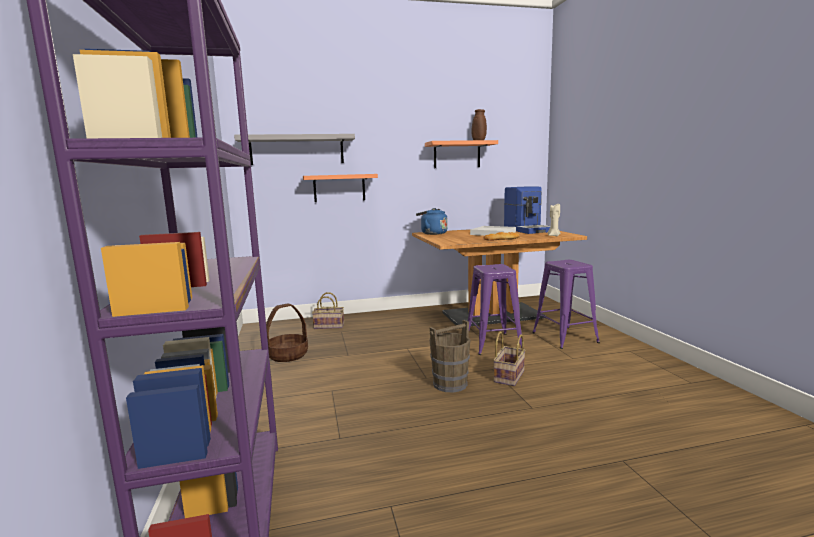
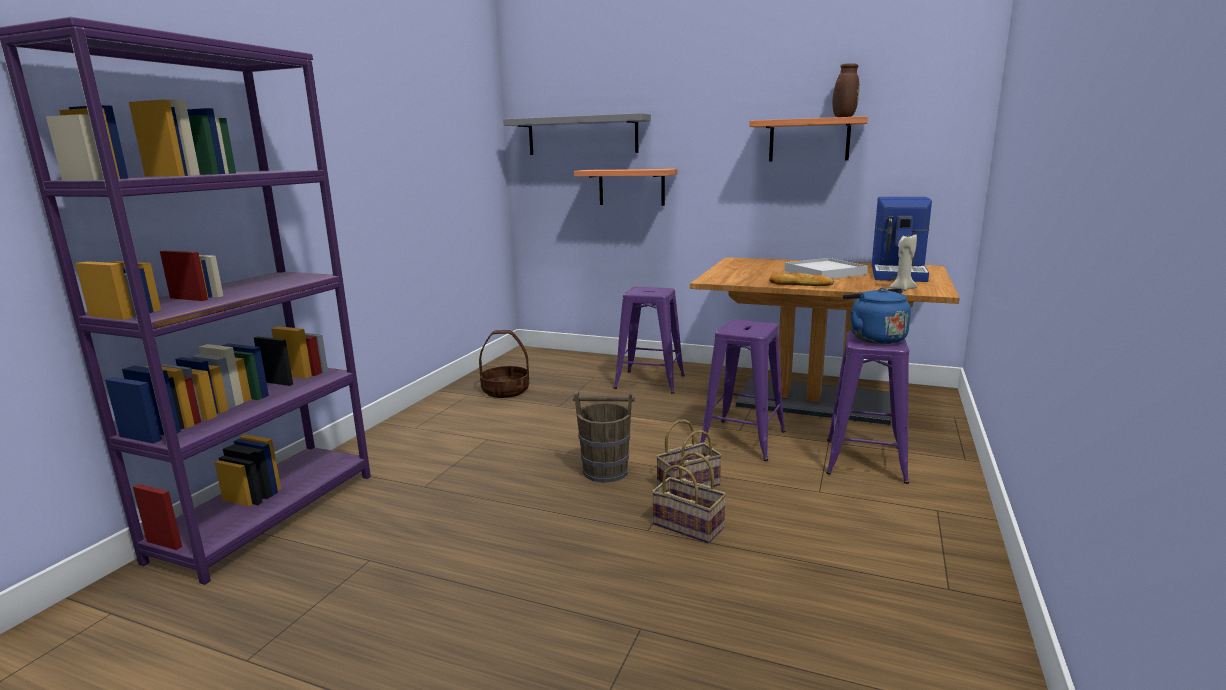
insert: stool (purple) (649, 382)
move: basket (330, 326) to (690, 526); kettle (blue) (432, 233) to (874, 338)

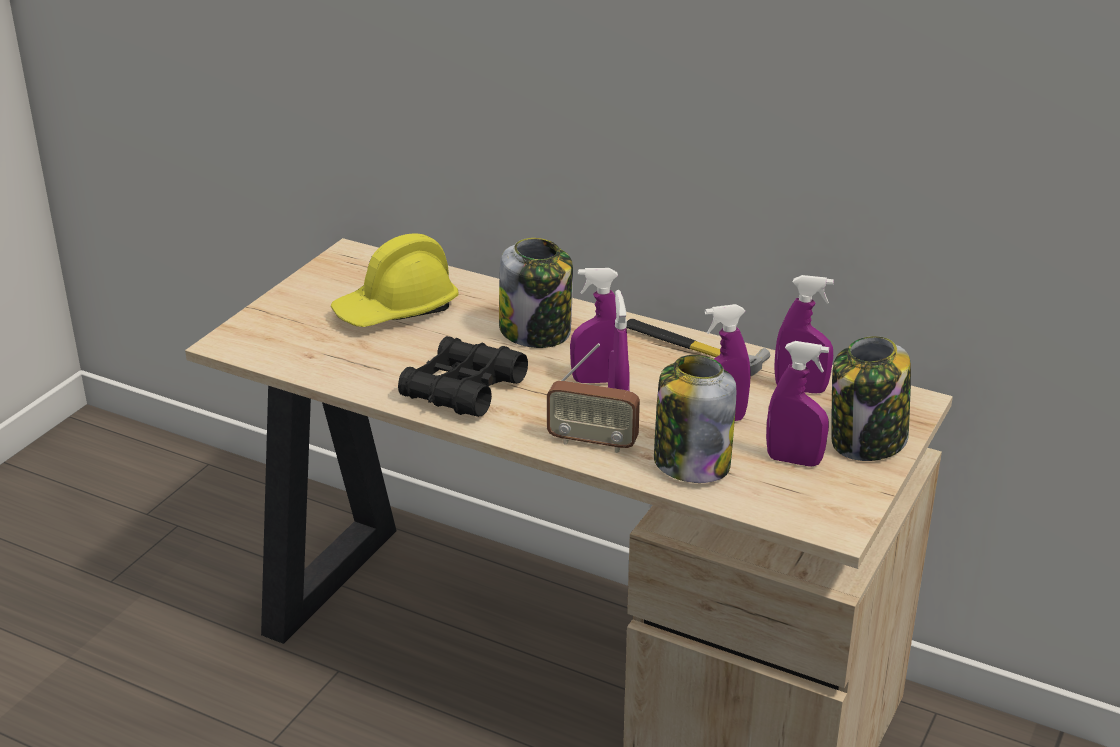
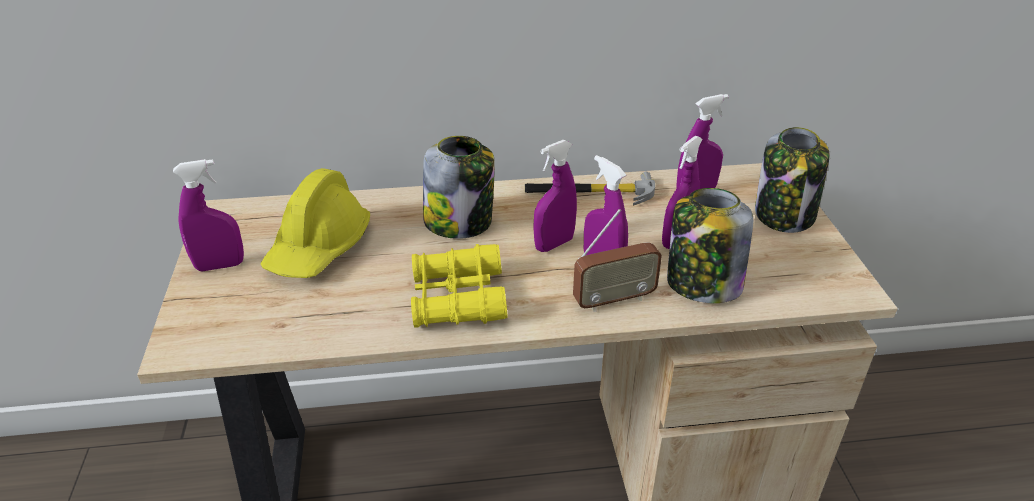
move: spray bottle (purple) (794, 460) to (220, 265)
recolor: binoculars (black) (463, 389) to binoculars (yellow) (458, 298)

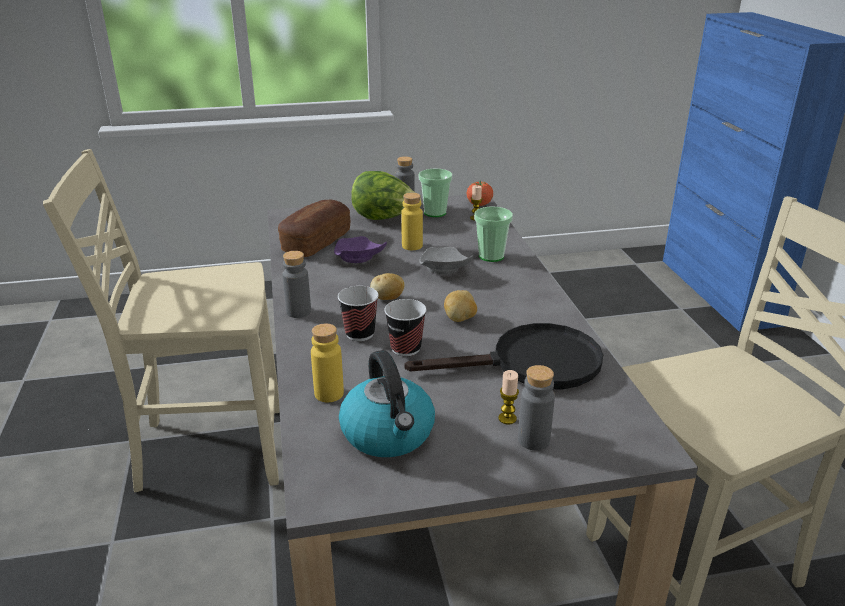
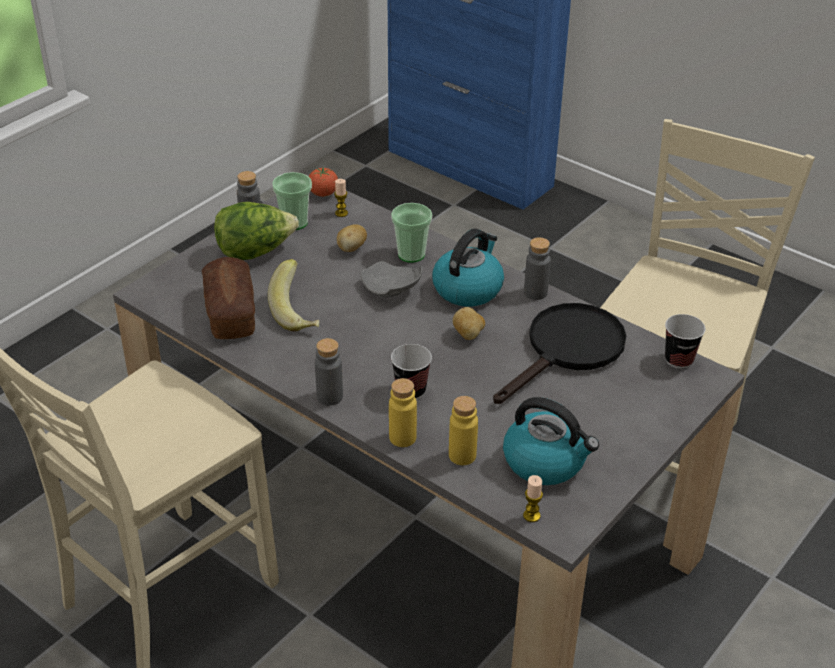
insert: kettle (468, 288)
move: potato (387, 298) to (351, 249); bottle (yellow) (412, 246) to (402, 438); candle (507, 418) to (531, 515); bottle (grey) (533, 440) to (535, 292); cup (405, 348) to (679, 360)
replace: plate (purple) (357, 259) to banana (299, 313)

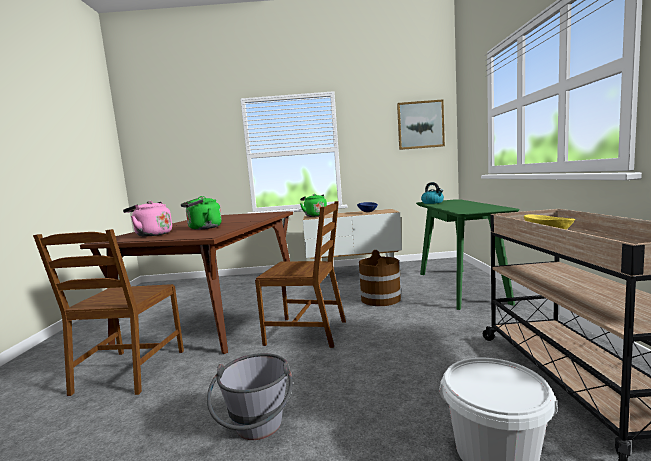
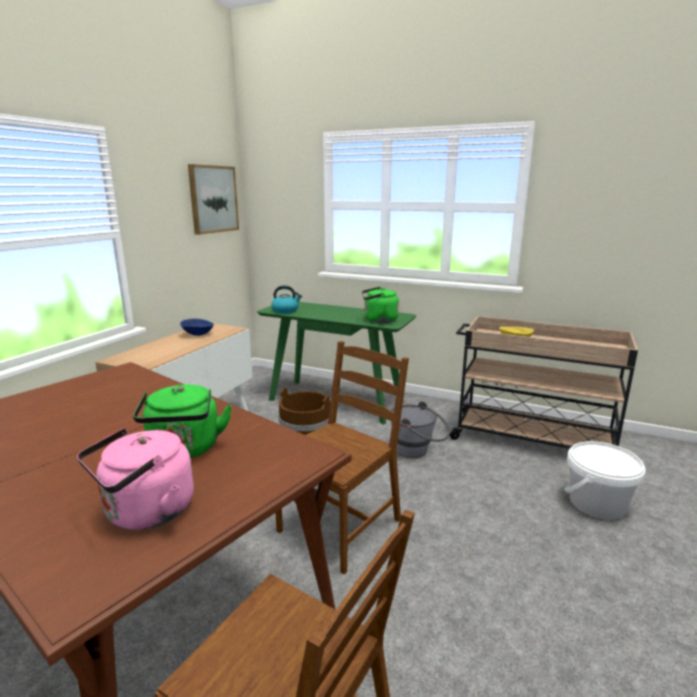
move: kettle (green) (315, 216) to (378, 320); bucket (grey) (257, 431) to (418, 451)

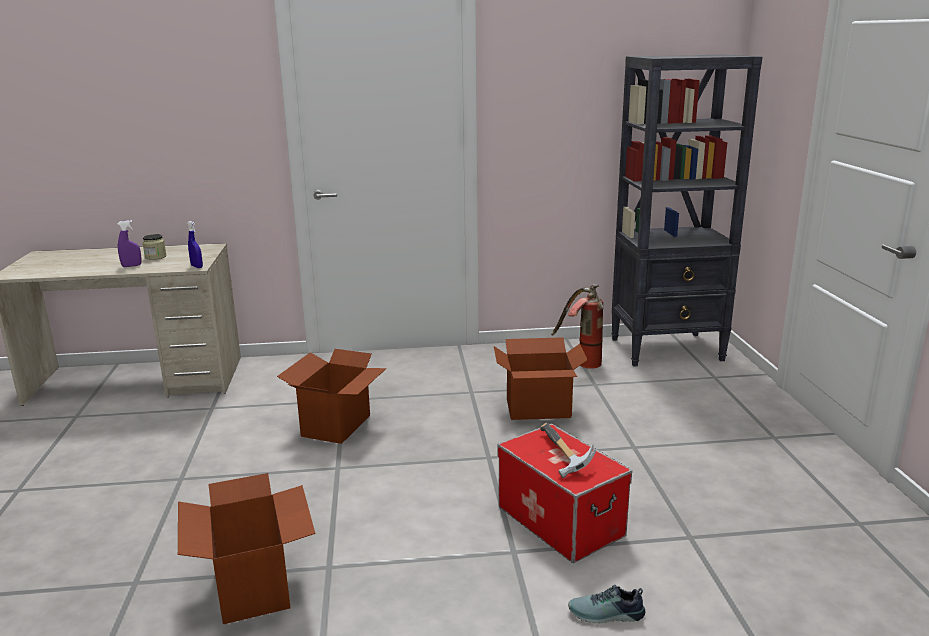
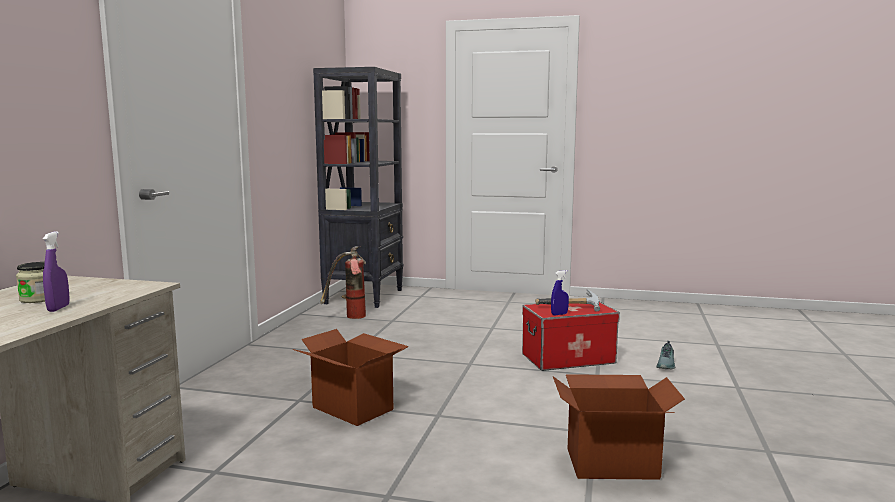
delete: cardboard box (538, 409)
move: spray bottle (blue) (197, 267) to (559, 314)

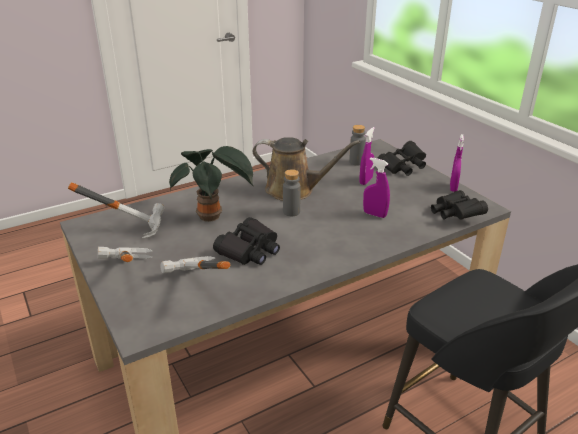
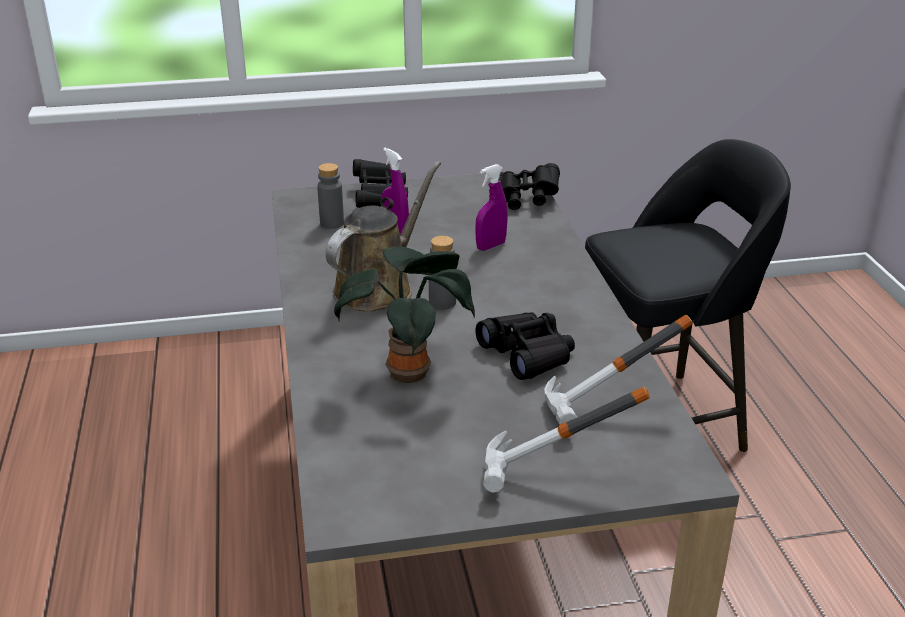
delete: hammer (127, 226); spray bottle (purple) (453, 187)

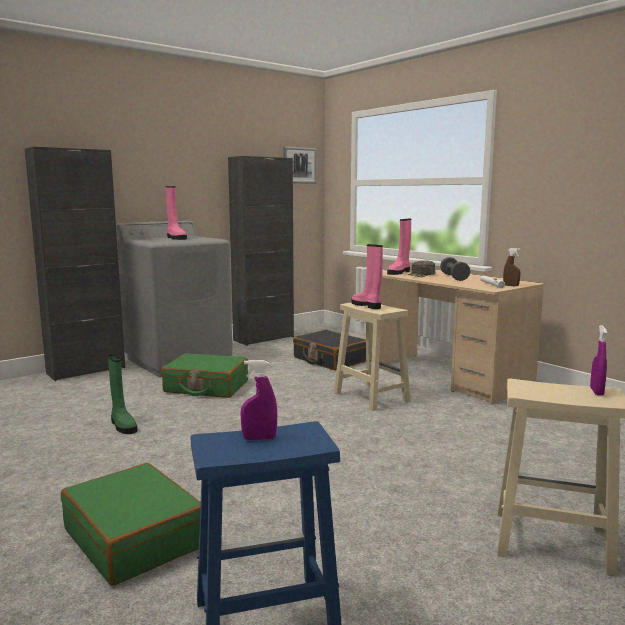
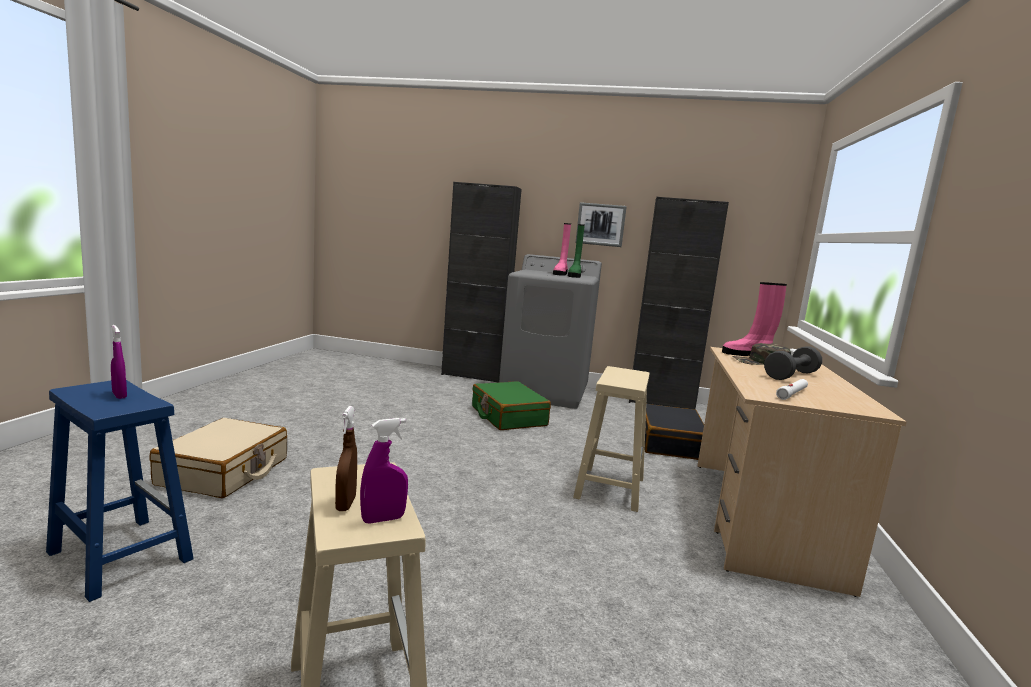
delete: boot (pink) (367, 305)
move: spray bottle (brown) (511, 285) to (346, 504); boot (green) (122, 426) to (575, 276); picture (299, 165) to (600, 224)
recolor: suitcase (green) (134, 538) to suitcase (beige) (224, 472)

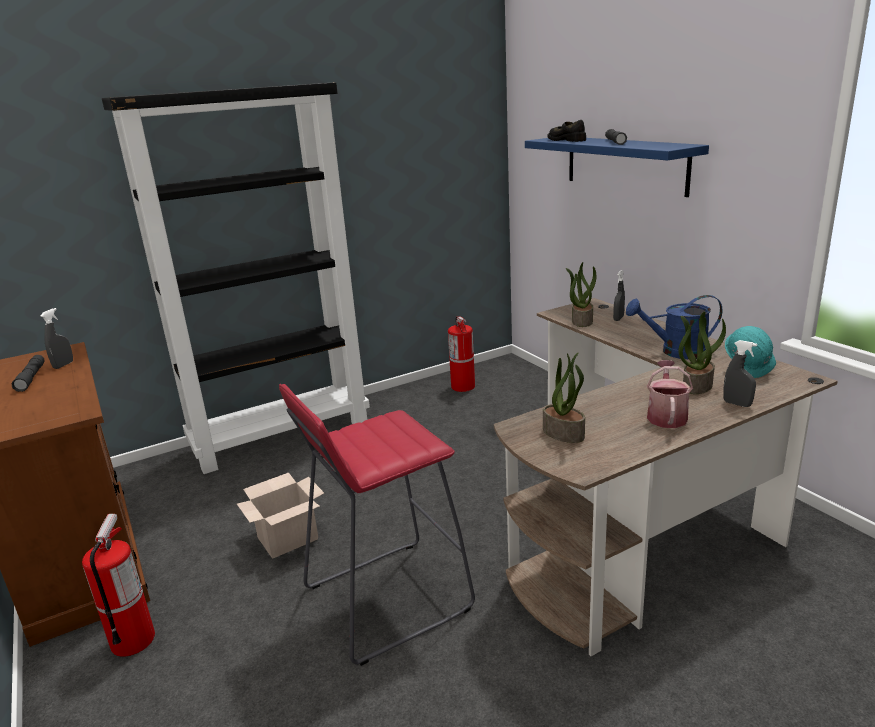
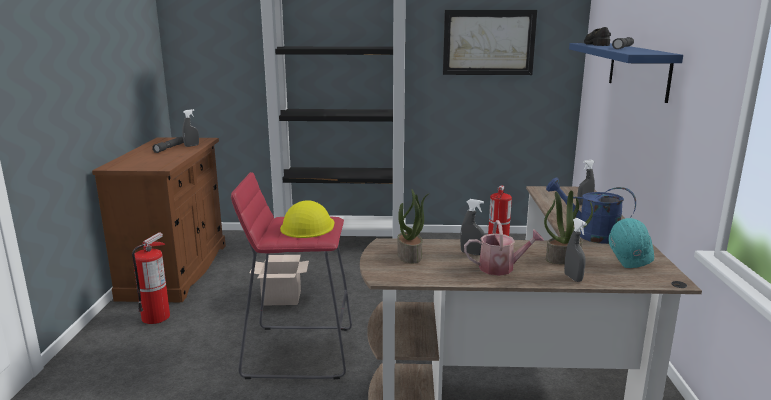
delete: potted plant (581, 321)
insert: hard hat (yellow) (307, 226); picture (488, 42); spray bottle (grey) (471, 253)
rotate: watering can (666, 415) = (501, 268) 45 degrees clockwise

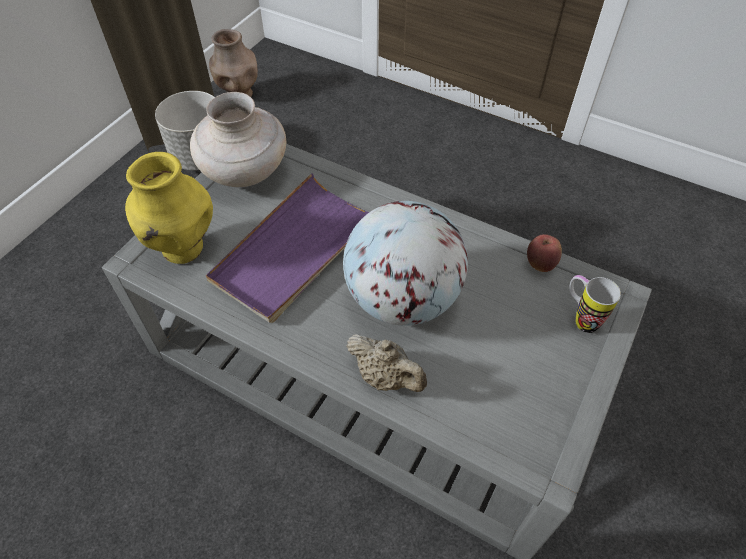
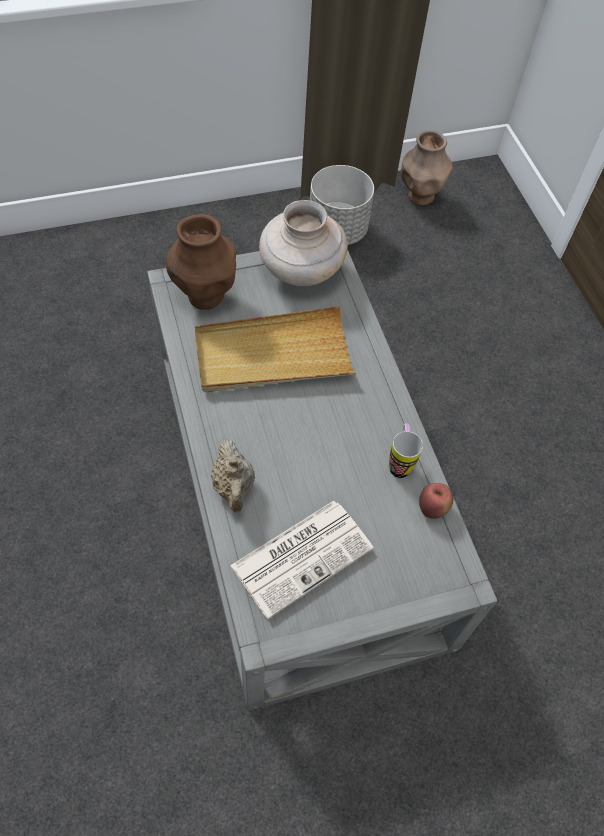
delete: globe (402, 299)
insert: newspaper (303, 555)
move: mug (580, 318) to (399, 462)
recolor: vase (yellow) (183, 249) to vase (brown) (205, 297); tray (purple) (295, 250) to tray (beige) (272, 355)

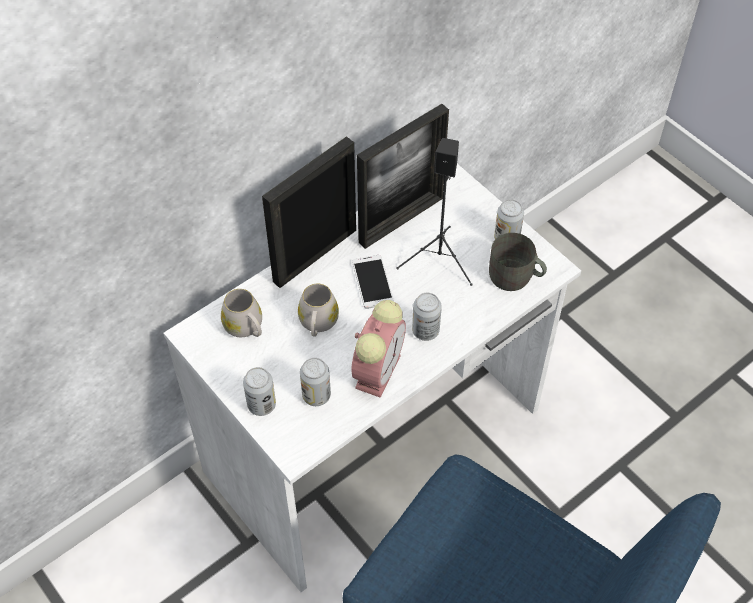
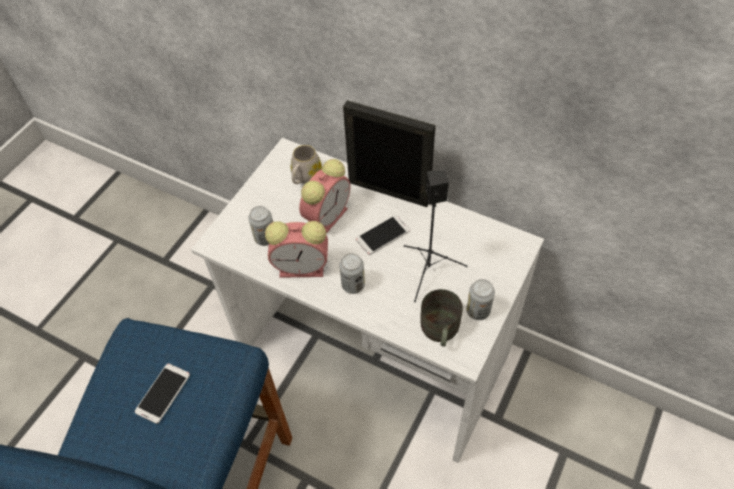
delete: can (261, 405); picture frame (401, 220)
insert: phone (163, 393)
replace: mug (white) (318, 324) to alarm clock (327, 216)

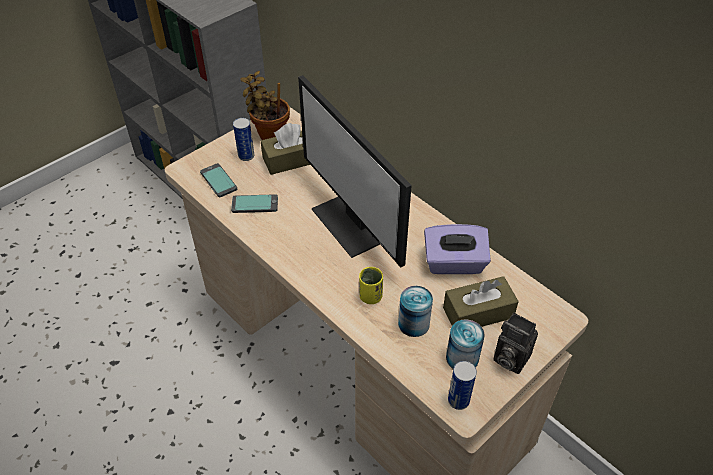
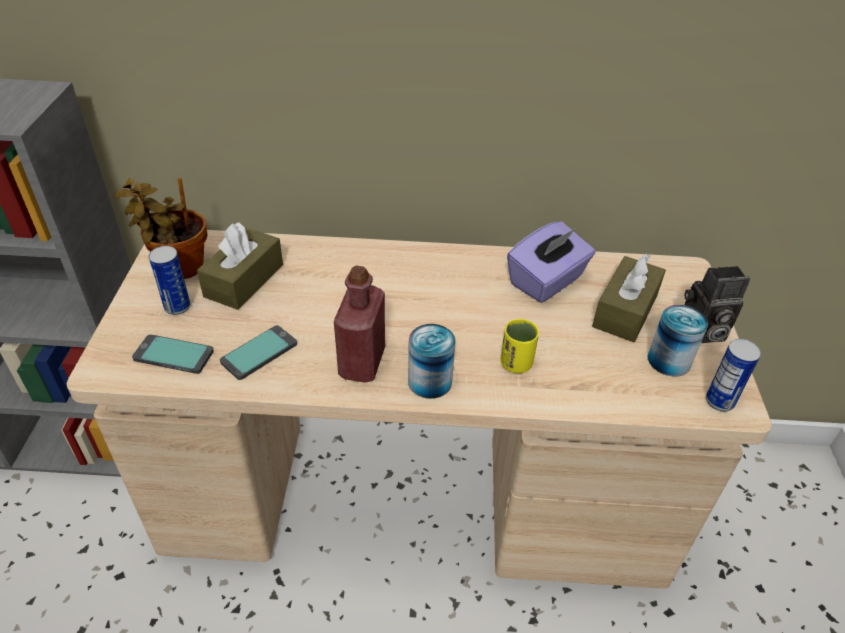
delete: monitor (353, 223)
insert: bottle (red) (362, 363)
move: can (413, 323) to (429, 381)

